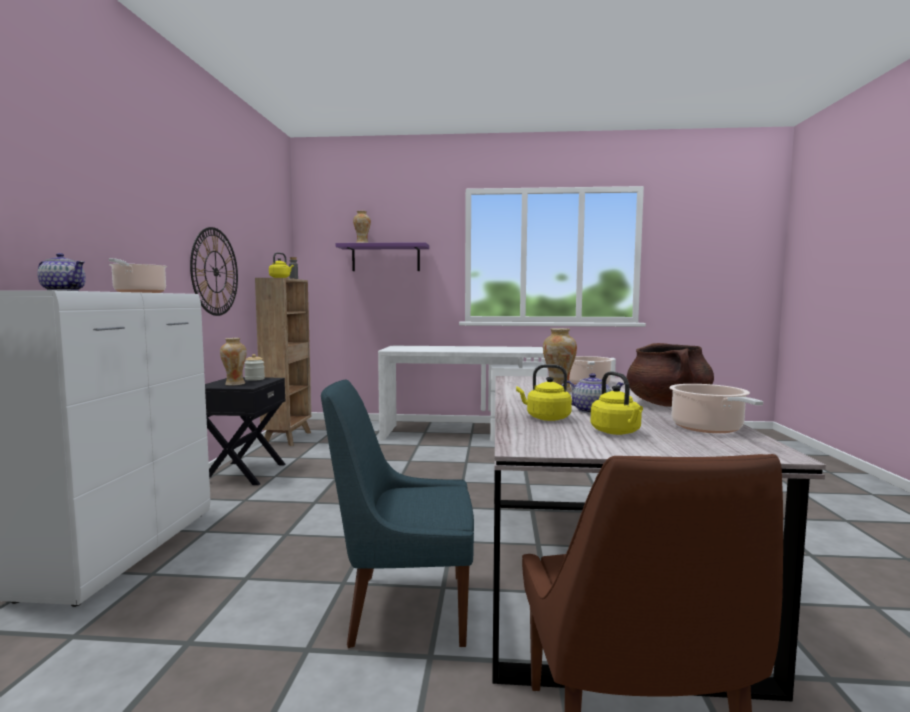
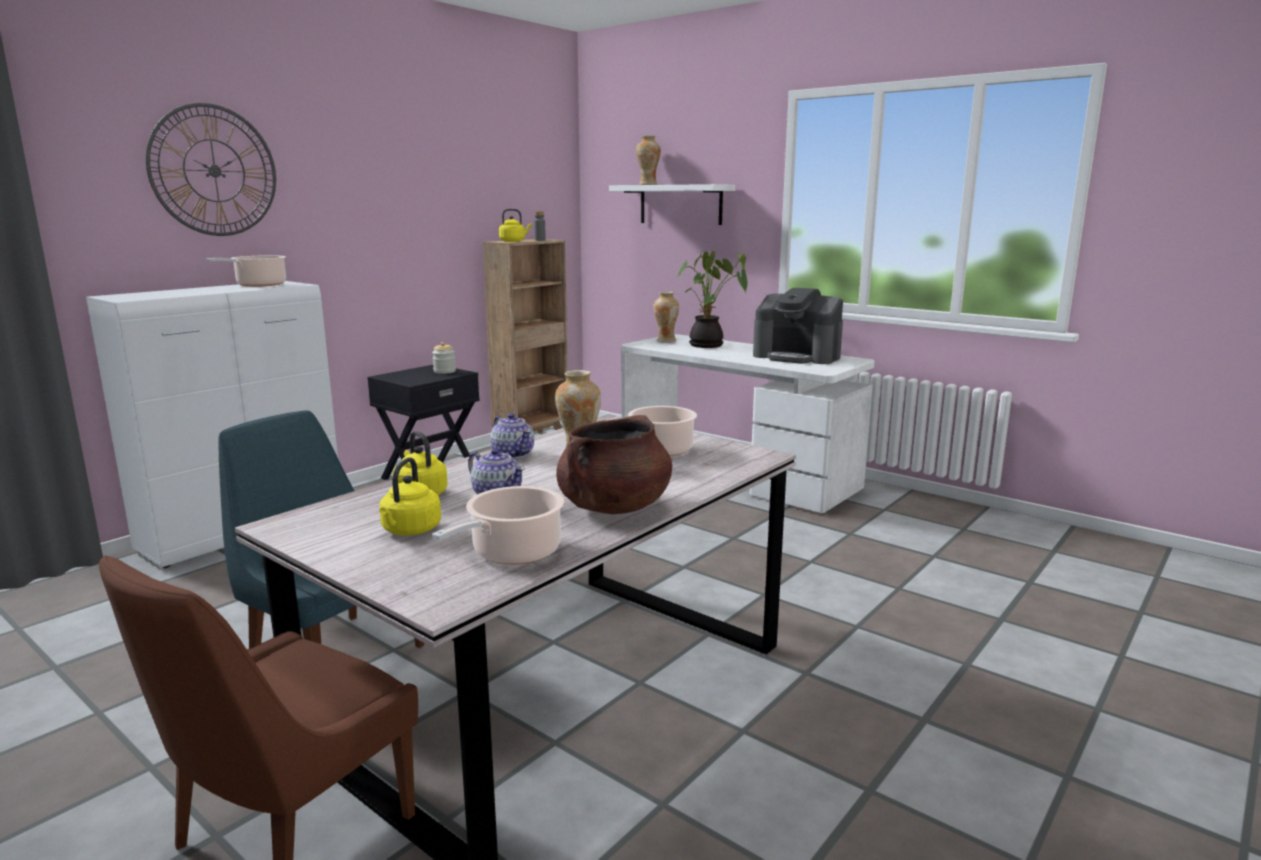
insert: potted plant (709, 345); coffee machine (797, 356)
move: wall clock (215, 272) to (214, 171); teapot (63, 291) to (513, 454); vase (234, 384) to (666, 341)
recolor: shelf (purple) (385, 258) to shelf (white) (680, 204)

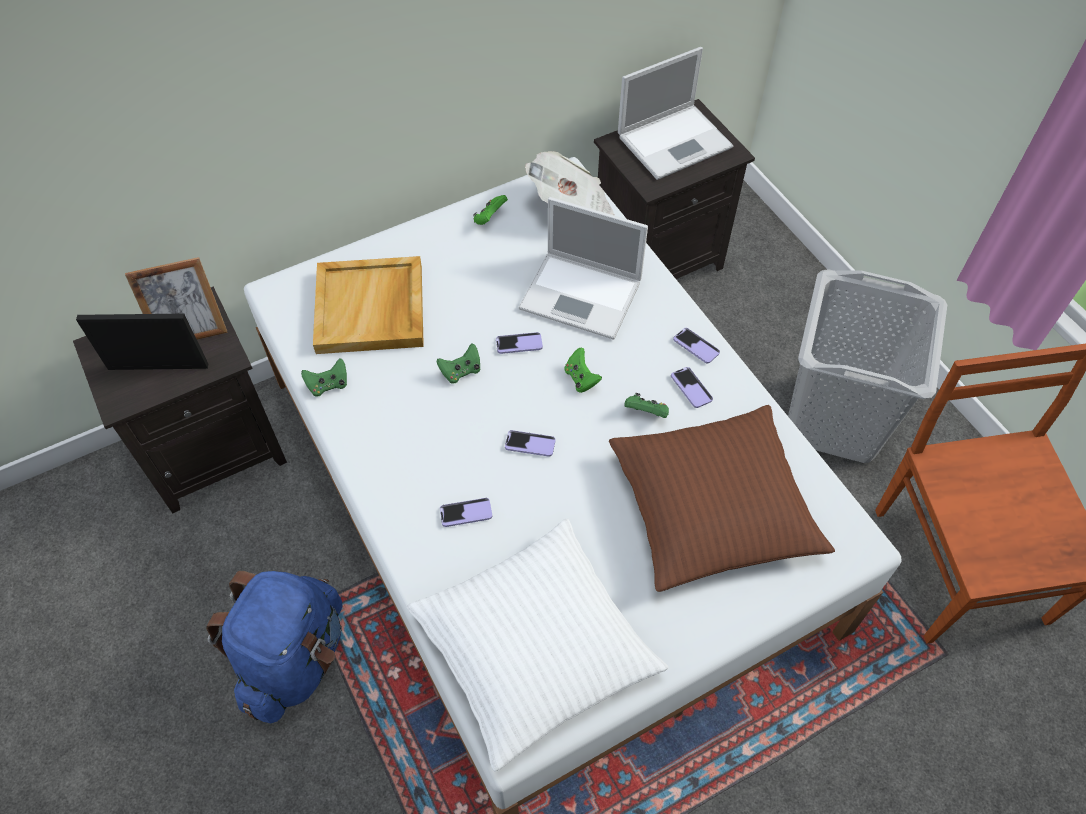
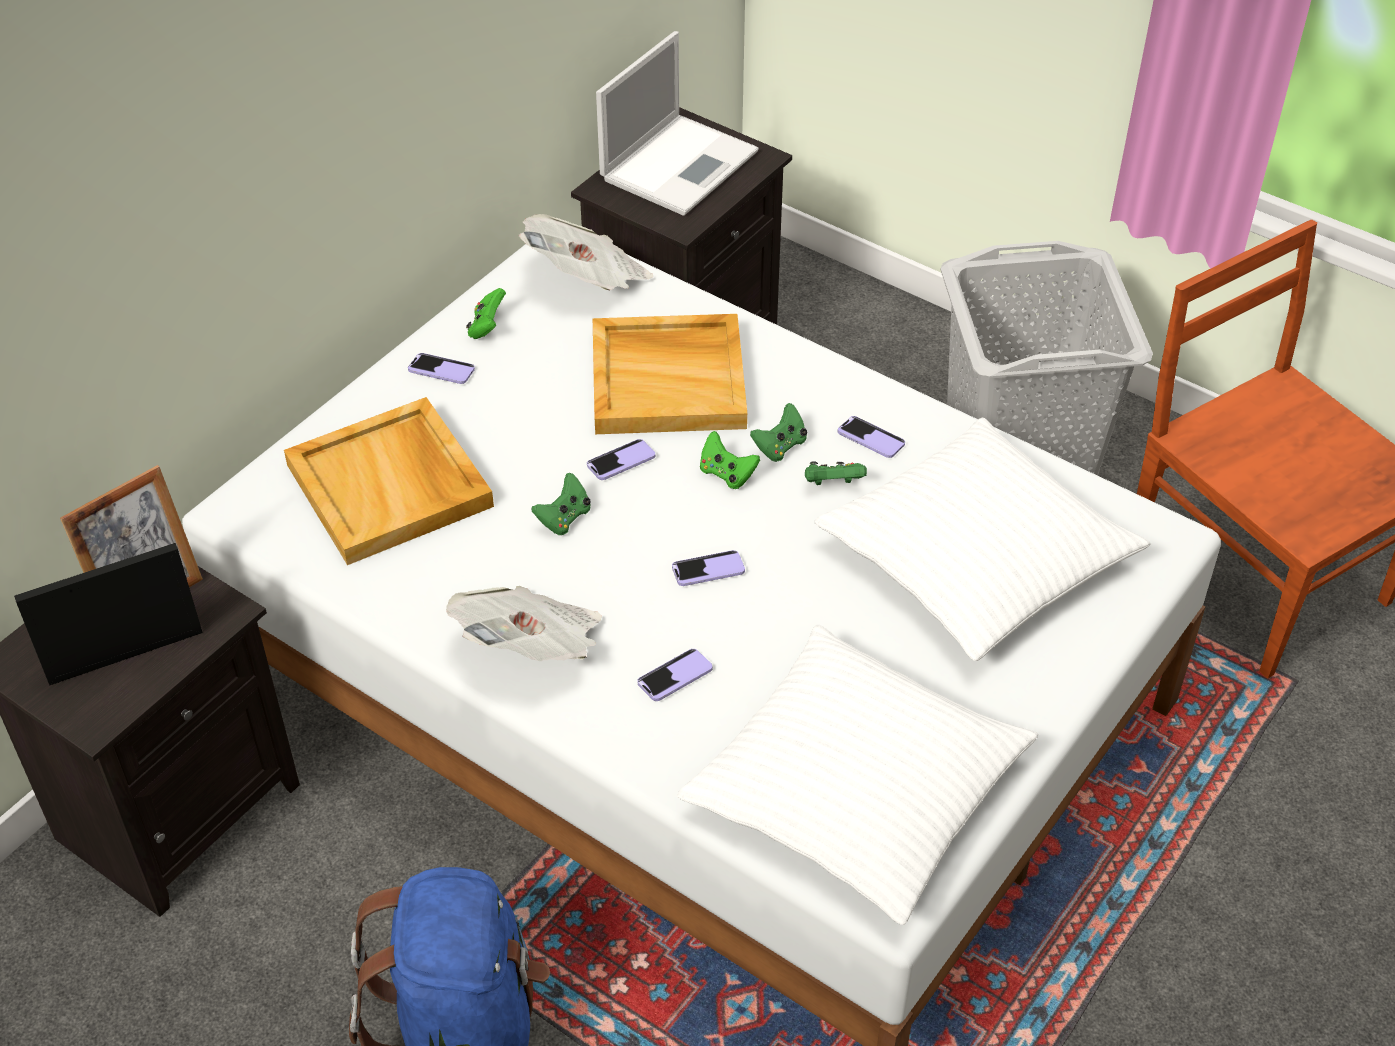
insert: newspaper (532, 648)
move: phone (696, 346) to (441, 370); game controller (green) (328, 385) to (780, 446)
replace: laptop (583, 295) to tray (beige) (669, 379)
recolor: pillow (brown) (712, 506) to pillow (white) (975, 558)

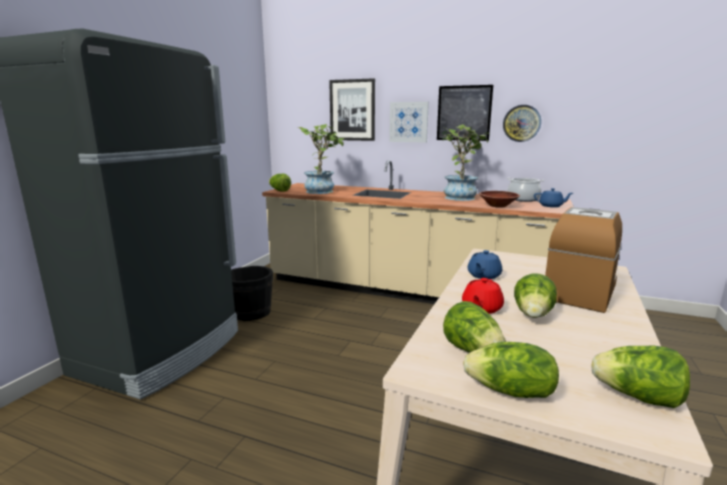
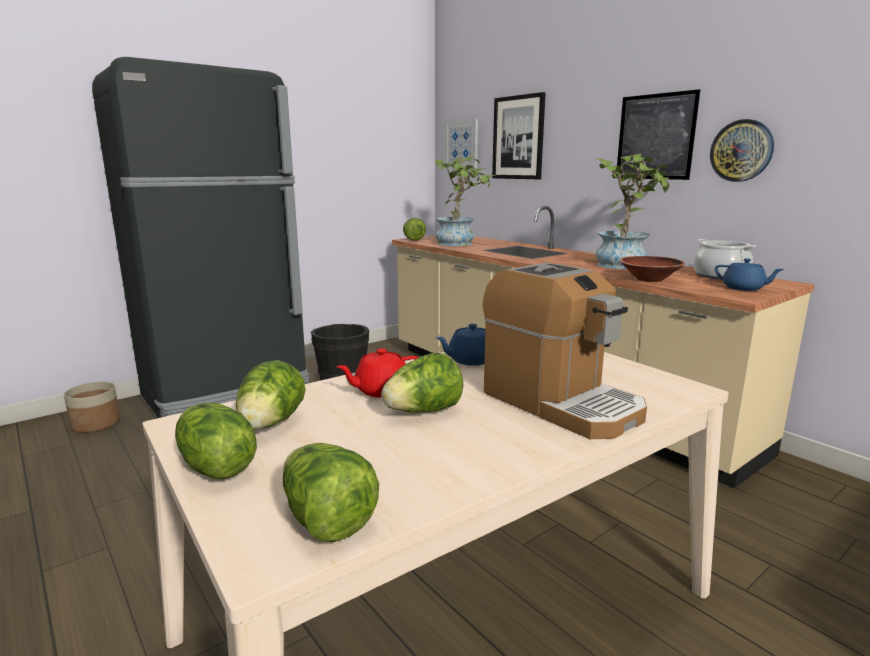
insert: planter (96, 424)
move: picture (408, 122) to (462, 144)
rotate: coffee machine (580, 291) = (560, 403) 75 degrees clockwise

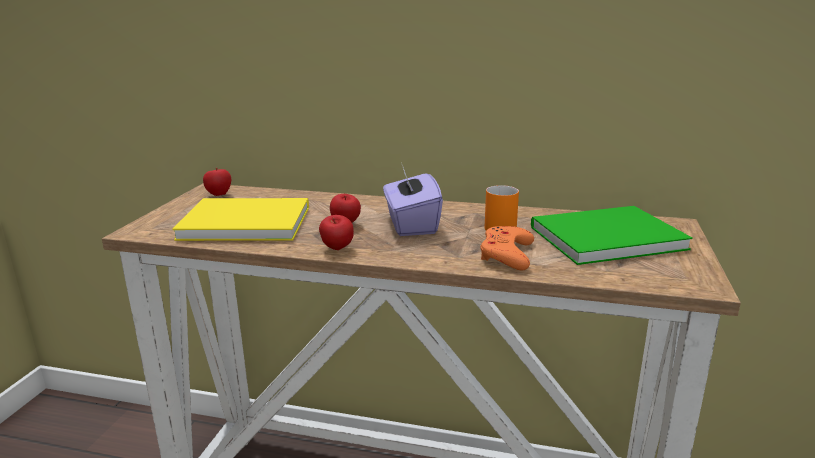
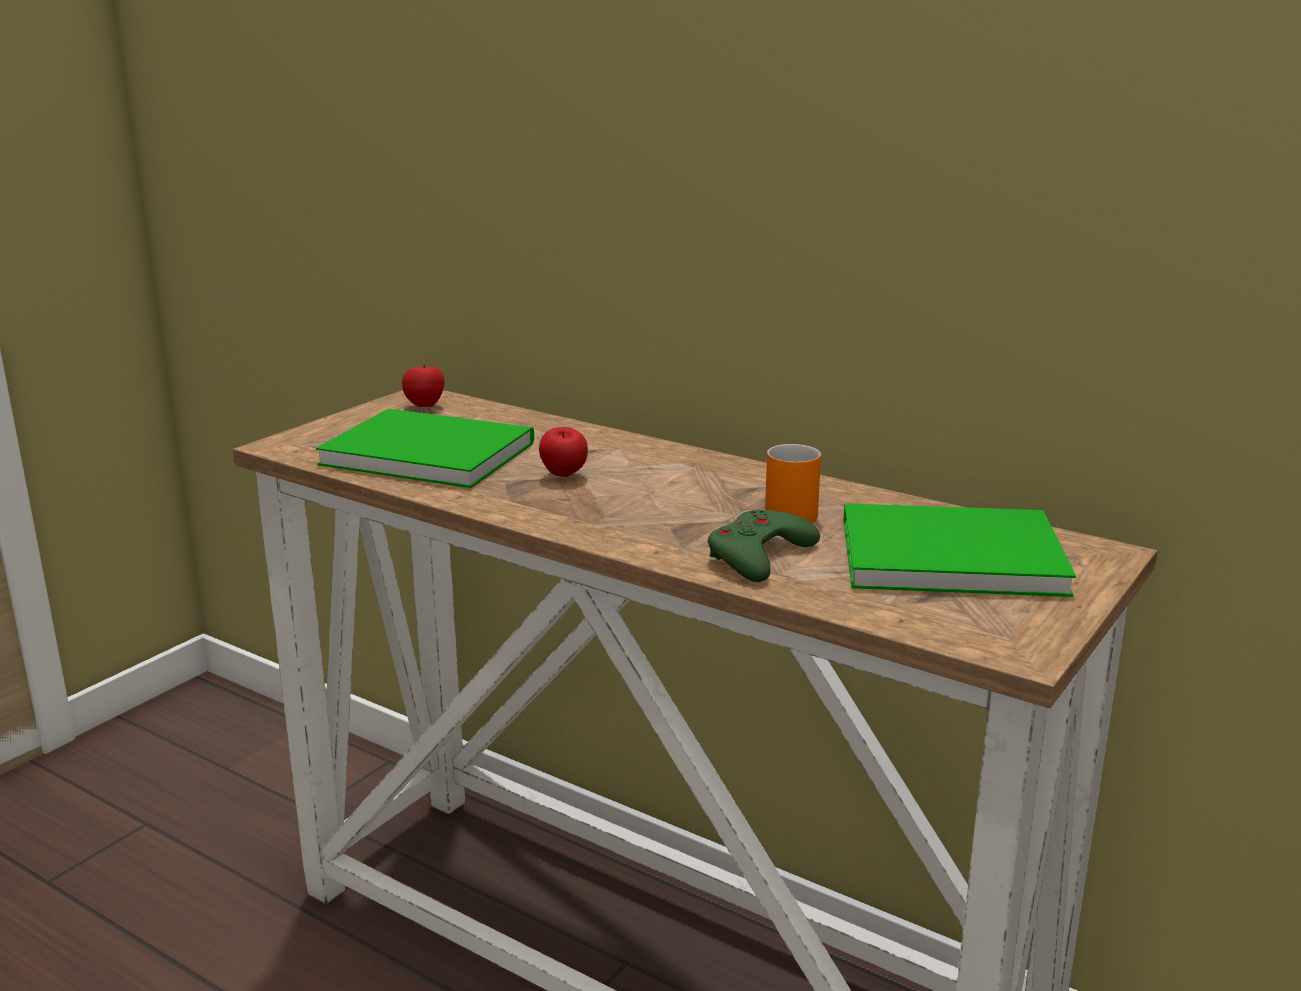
delete: apple (337, 249); tissue box (purple) (411, 224)
recolor: book (yellow) (243, 222) to book (green) (426, 451); game controller (orange) (506, 254) to game controller (green) (759, 555)

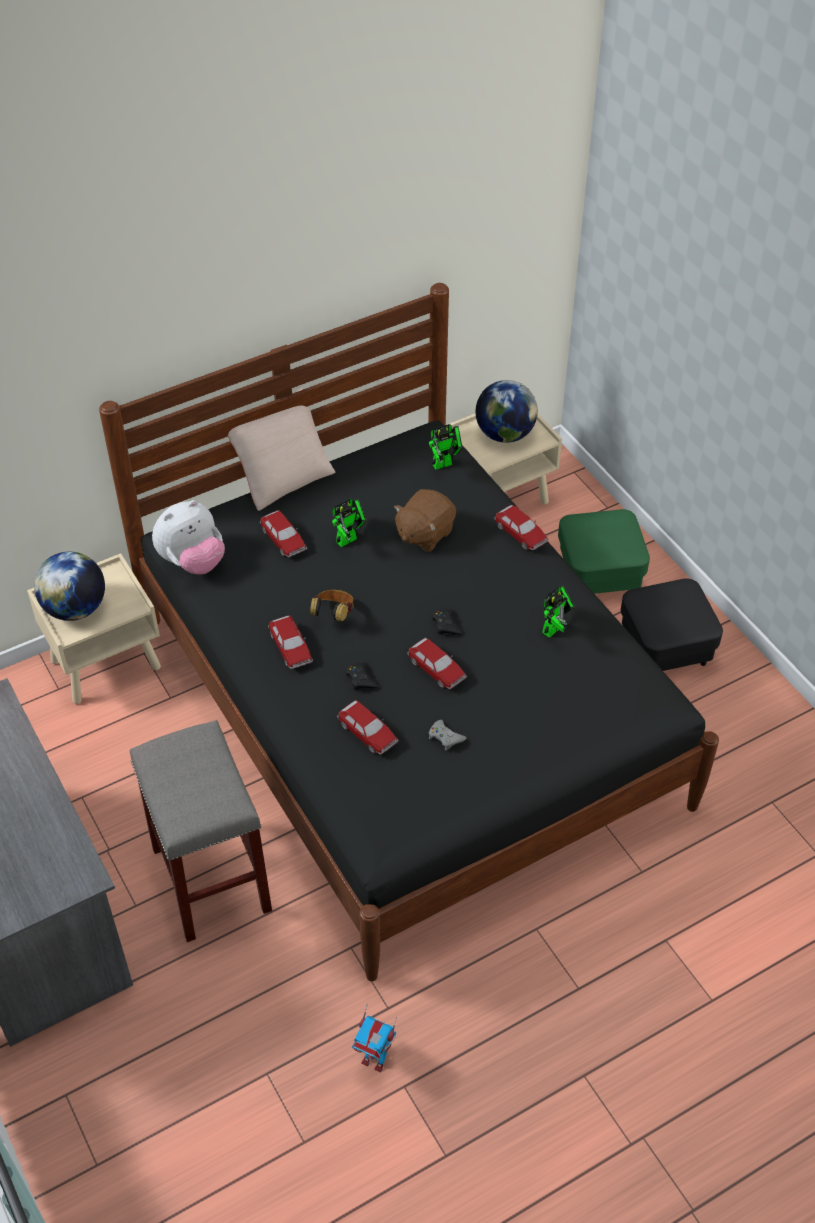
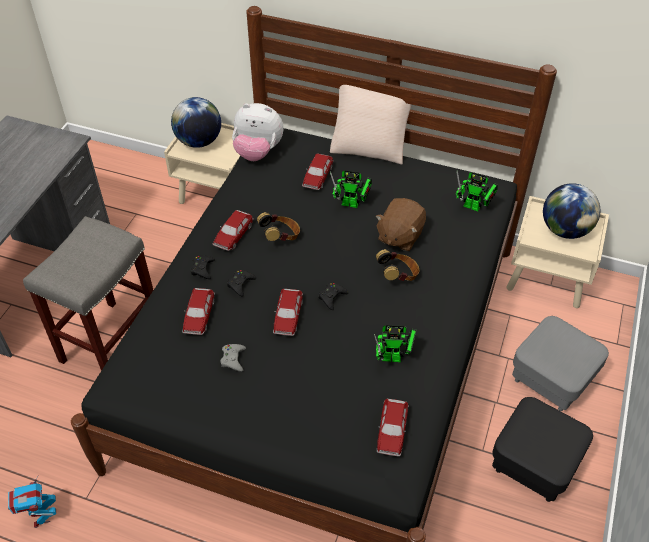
insert: game controller (black) (202, 269); headphones (398, 276)
move: toy car (521, 533) to (392, 431)
recolor: ottoman (green) (599, 575) to ottoman (grey) (552, 379)
rotate: plush toy (brown) (424, 533) = (399, 236) 60 degrees counterclockwise

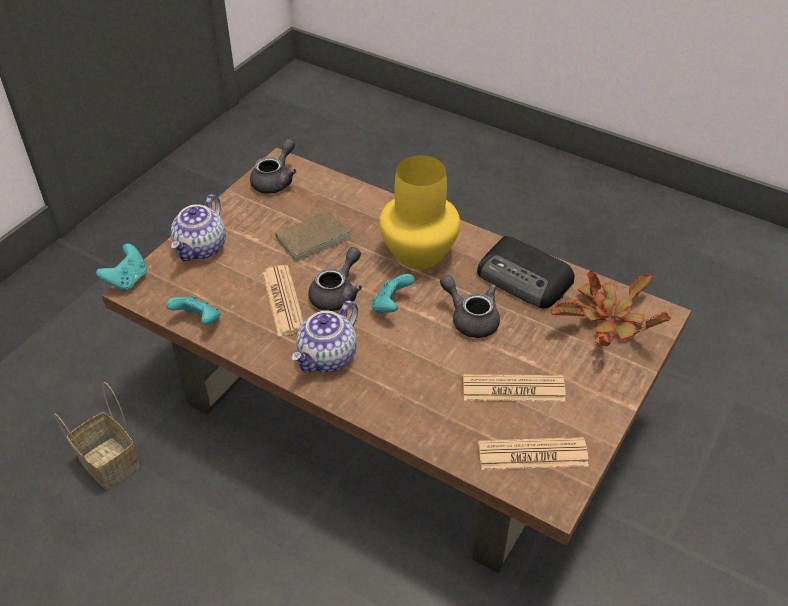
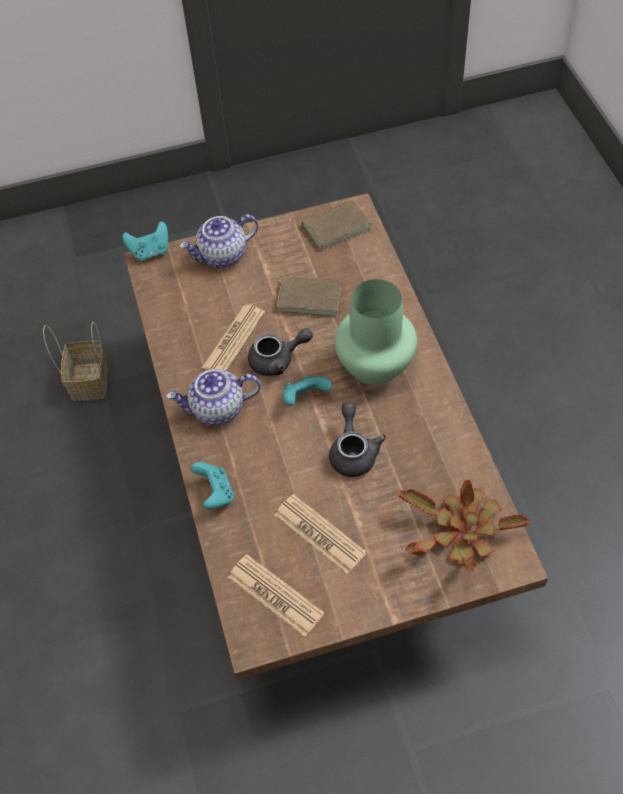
delete: radio (525, 279)
move: game controller (turquoise) (199, 321) to (215, 494)
replace: teapot (grey) (276, 180) to book (brown) (335, 226)
recolor: vase (yellow) (417, 253) to vase (green) (374, 365)

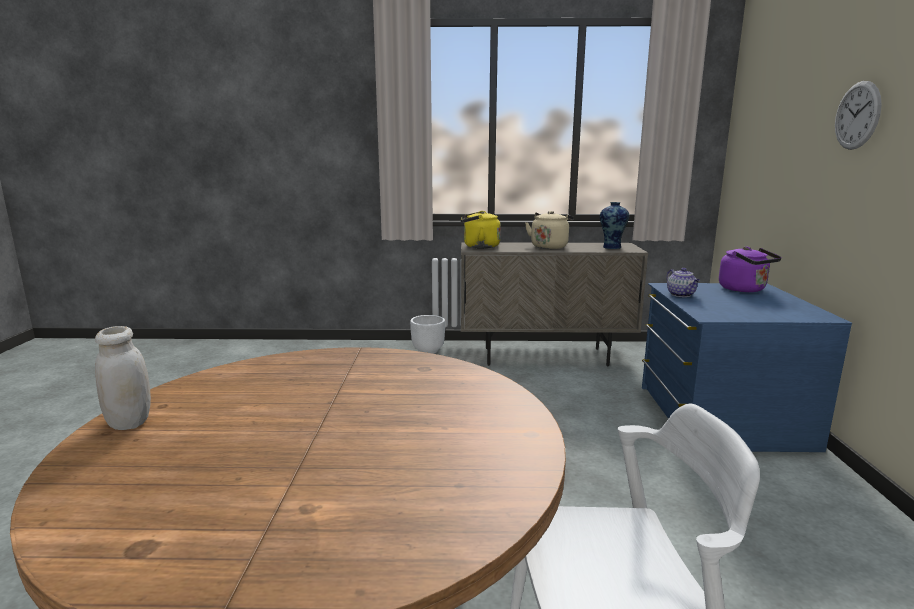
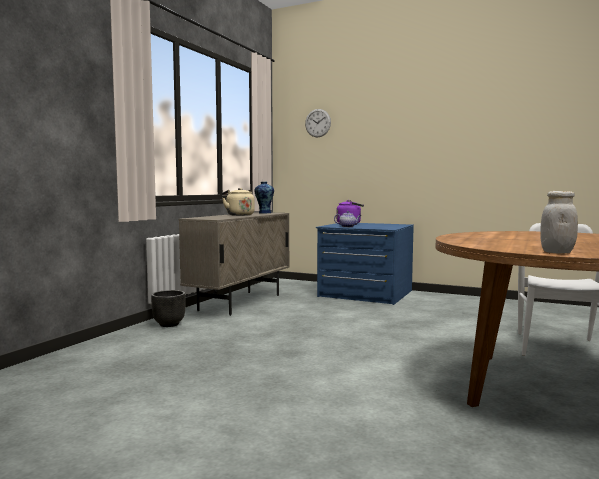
delete: kettle (yellow) (479, 246)
move: wall clock (857, 115) to (318, 123)
recolor: planter (white) (428, 351) to planter (black) (169, 324)

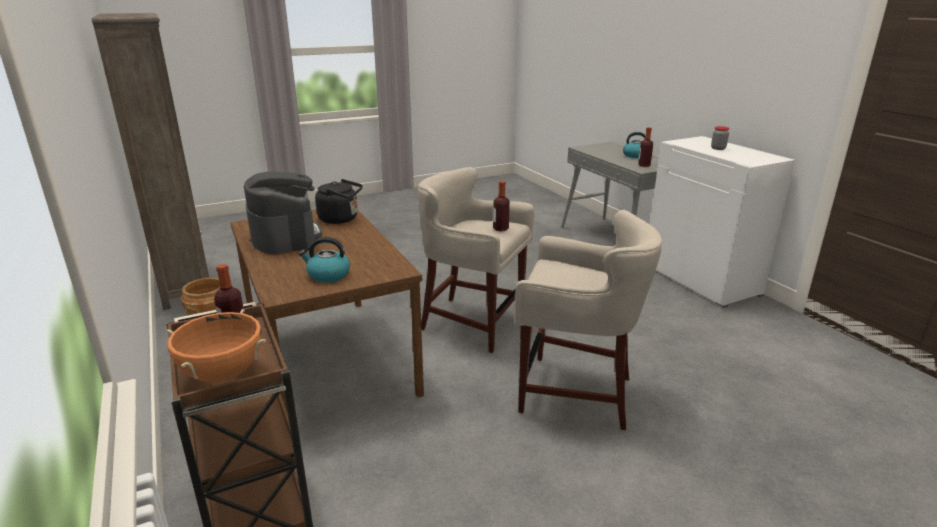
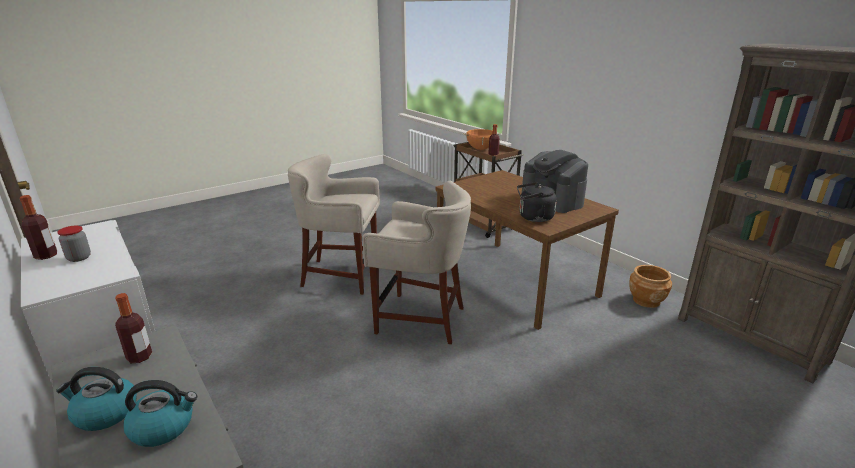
move: bottle (500, 229) to (46, 256); kettle (328, 275) to (163, 427)

